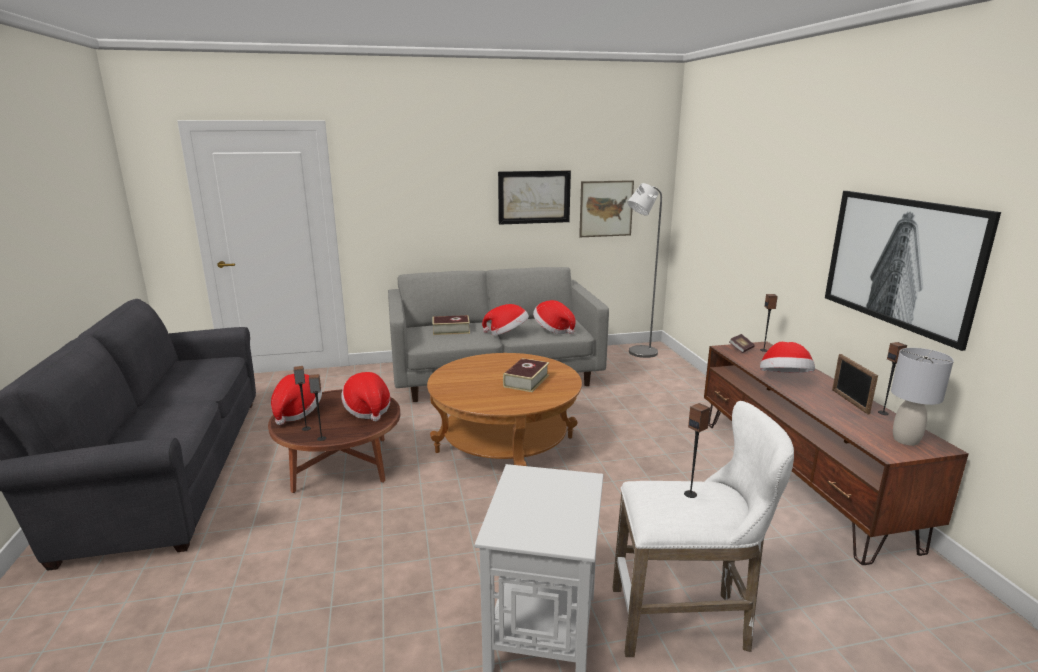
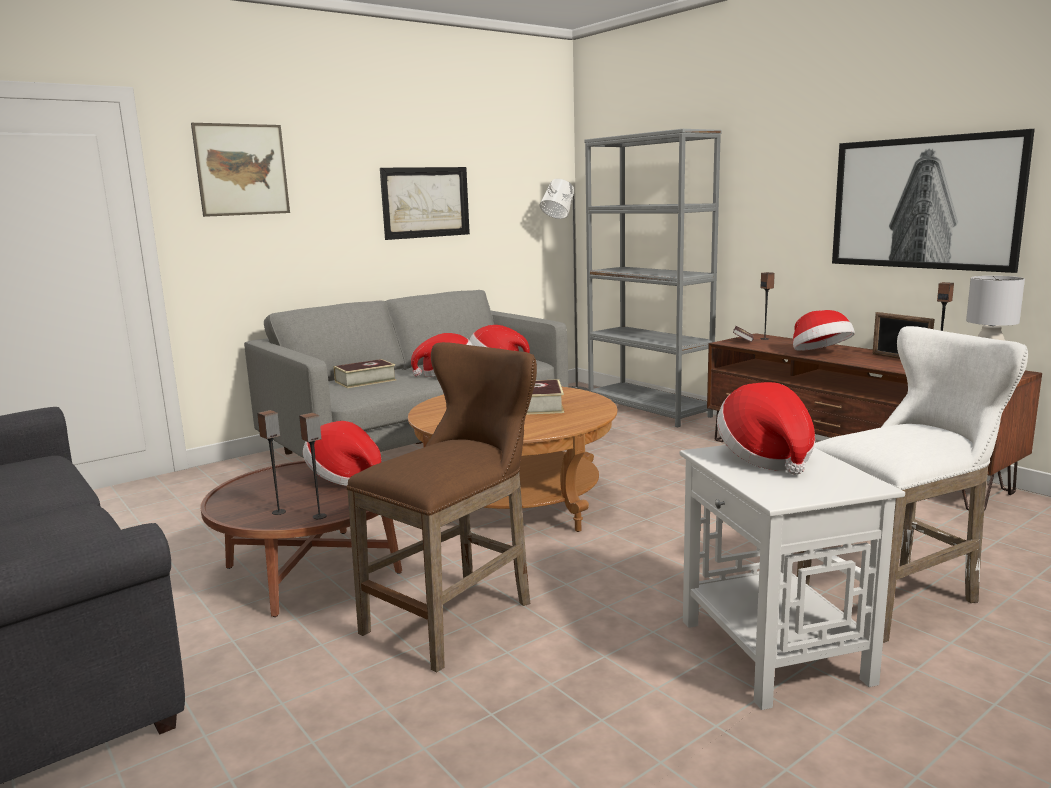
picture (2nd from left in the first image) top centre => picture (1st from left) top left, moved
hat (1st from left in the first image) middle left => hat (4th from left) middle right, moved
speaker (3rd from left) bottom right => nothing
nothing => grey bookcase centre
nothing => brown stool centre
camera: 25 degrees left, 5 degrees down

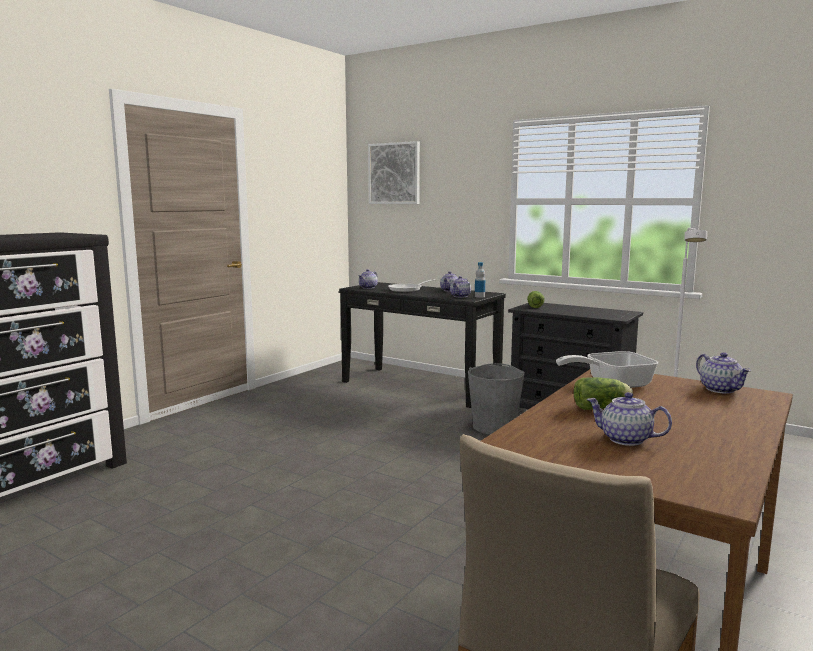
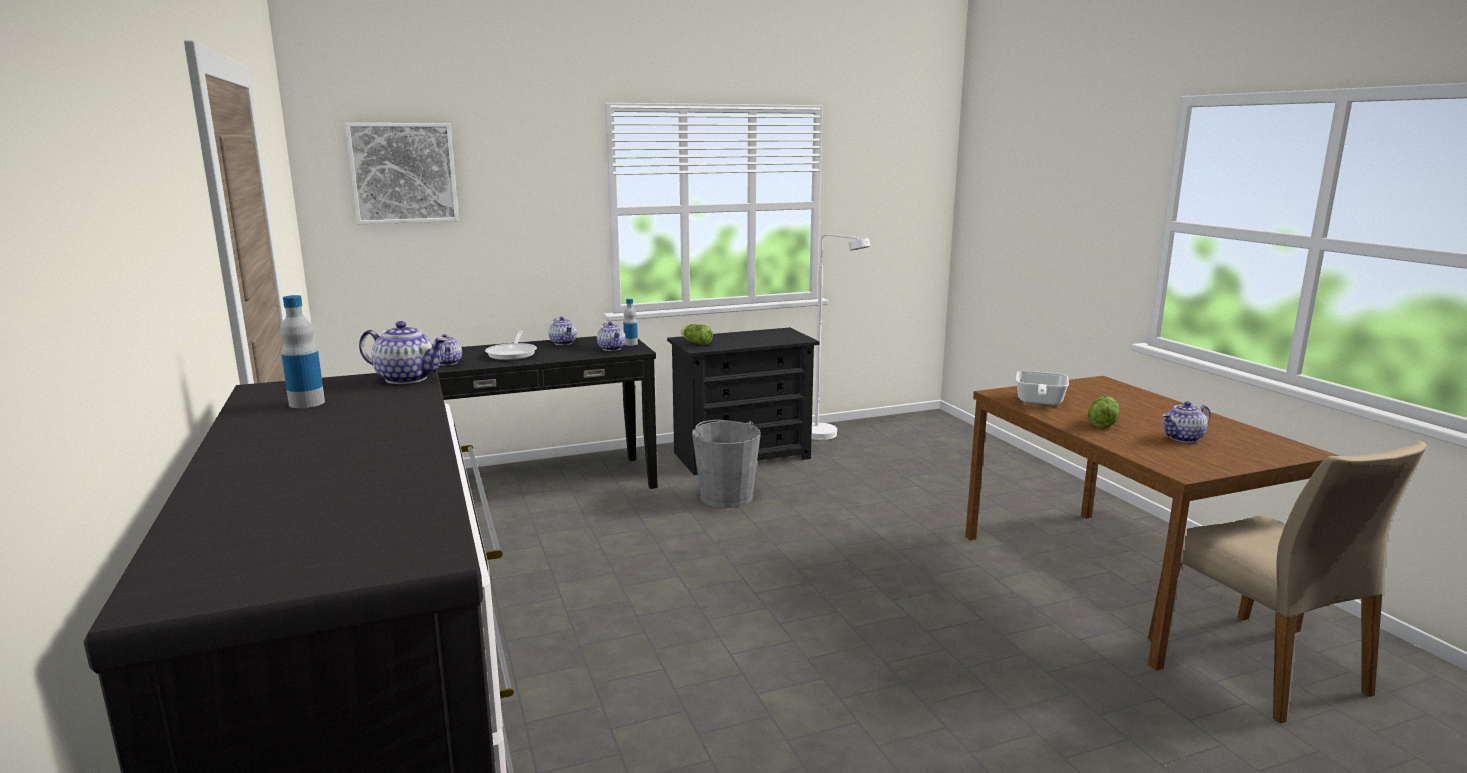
teapot (5th from left in the first image) middle right => teapot (1st from left) middle left, moved
nothing => bottle (1st from left) middle left
camera: 55 degrees left, 5 degrees up

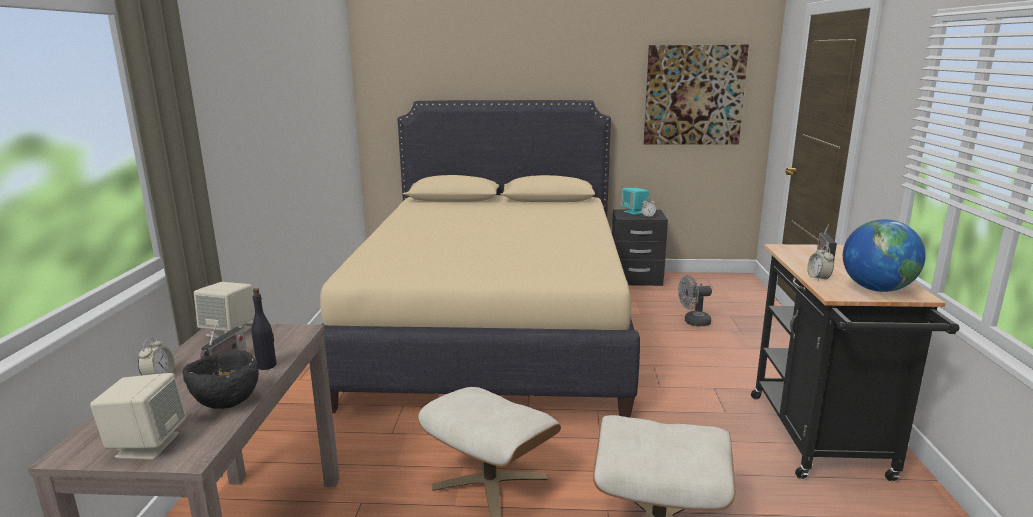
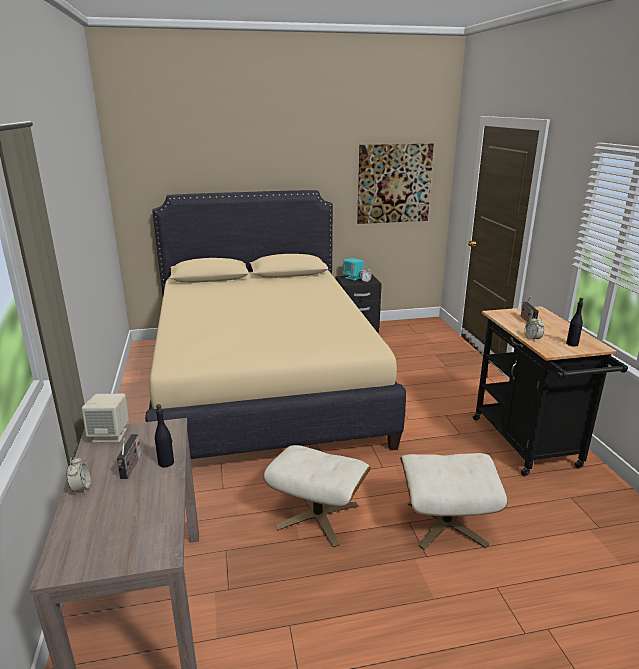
globe middle right => black bottle (2nd from left) middle right
grey fan middle right => nothing
black bowl bottom left => nothing
beige speaker (1st from left) bottom left => nothing
camera: 15 degrees left, 5 degrees up

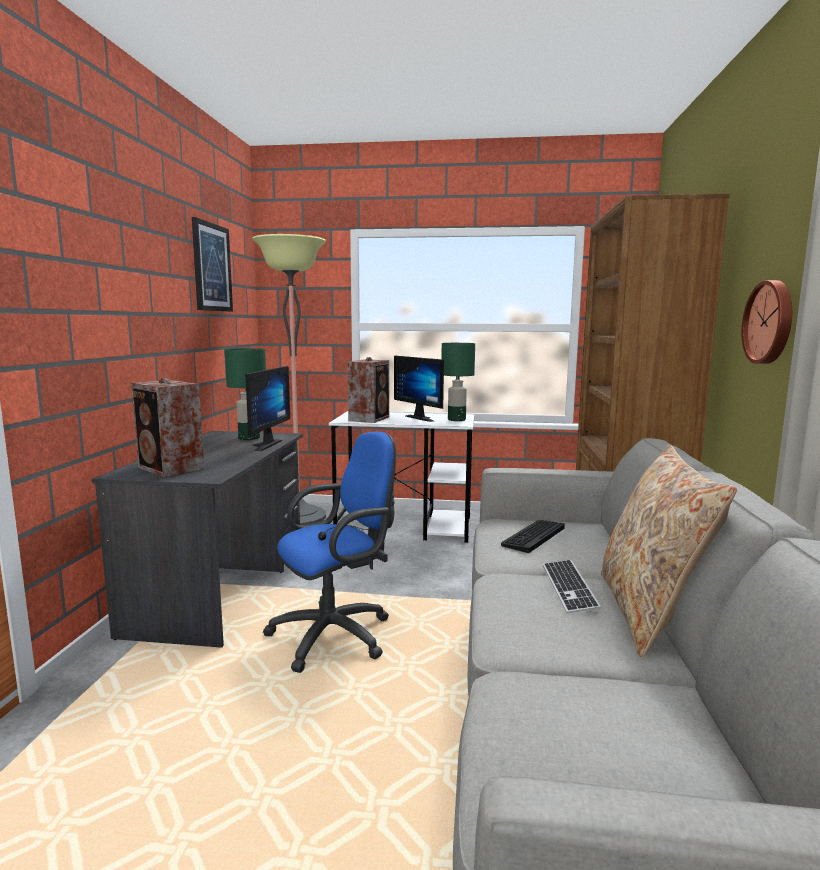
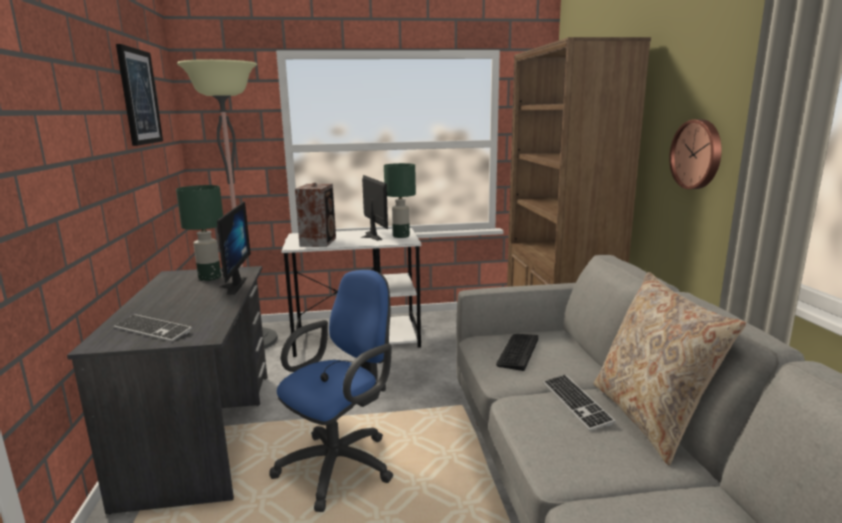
monitor (2nd from left) centre, 150 degrees counterclockwise
speaker (1st from left) middle left => keyboard (1st from left) middle left
camera: 15 degrees left, 5 degrees up

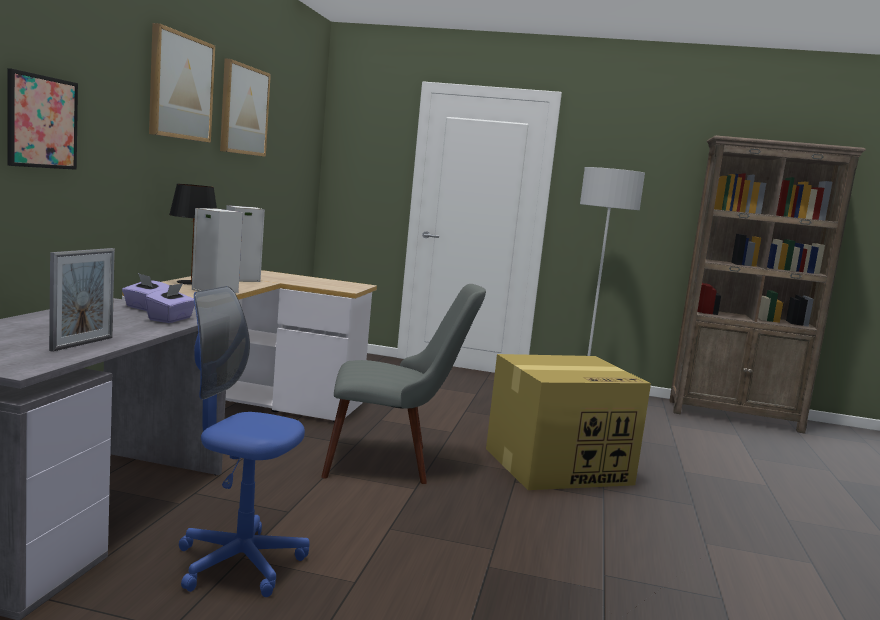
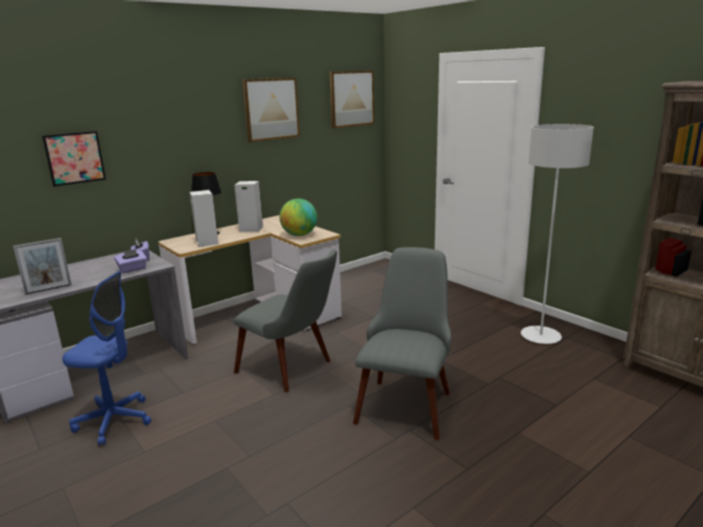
picture (2nd from left in the first image) top left => picture (3rd from left) top centre, moved
blue office chair bottom left, 135 degrees clockwise
cardboard box bottom centre => grey chair (2nd from left) centre
nothing => globe centre
camera: 40 degrees right, 10 degrees up

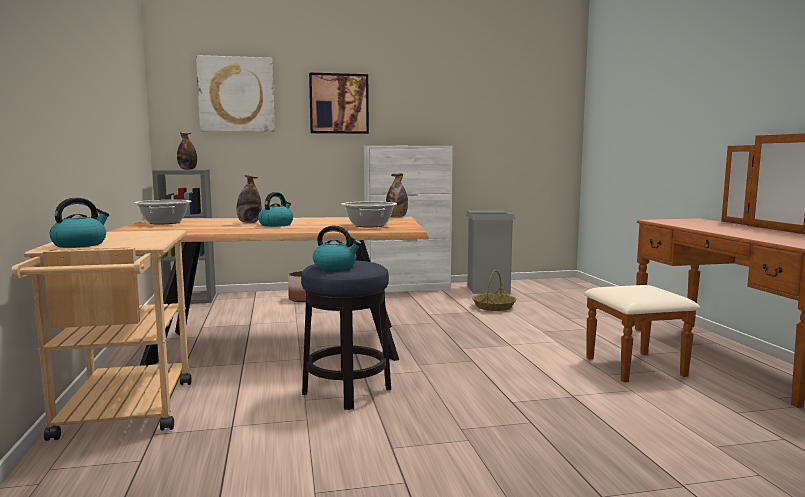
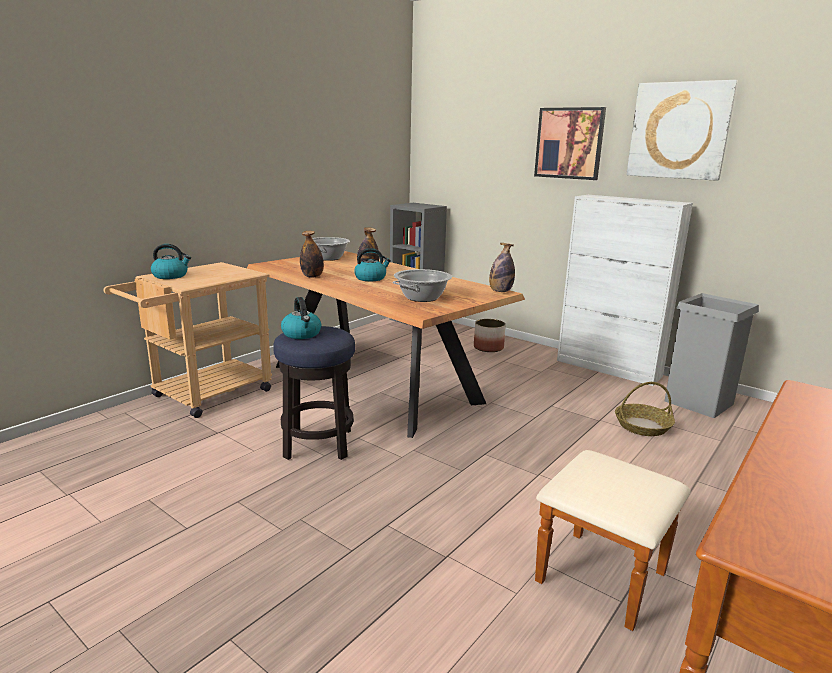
picture (1st from left in the first image) top left => picture (2nd from left) top right, moved
bottle (1st from left) top left => bottle (1st from left) centre, moved
camera: 50 degrees right, 10 degrees up

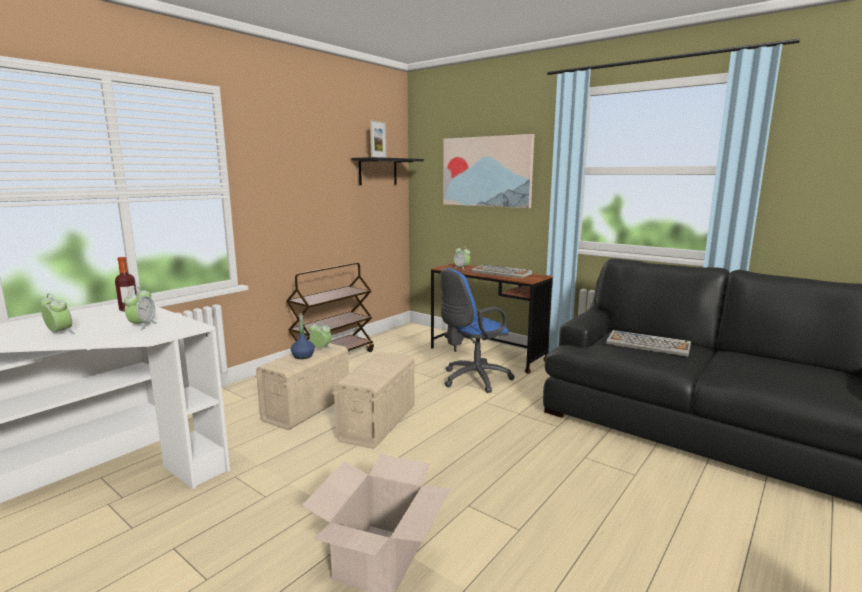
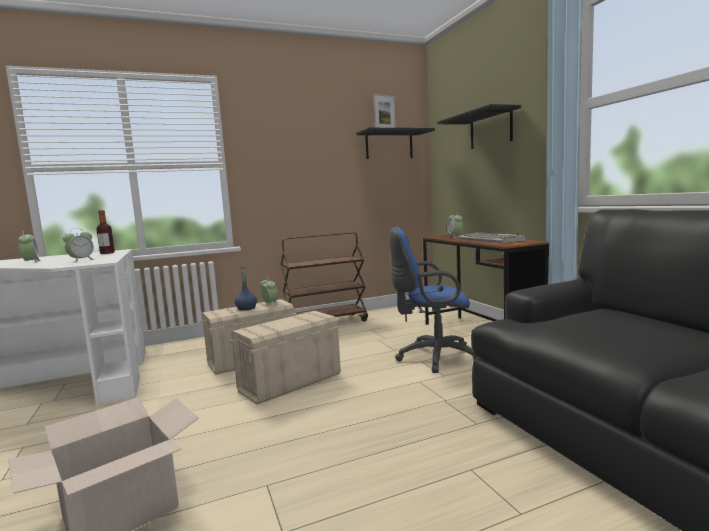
picture top centre => black shelf (2nd from left) top right
keyboard (2nd from left) middle right => nothing
camera: 30 degrees right, 5 degrees down

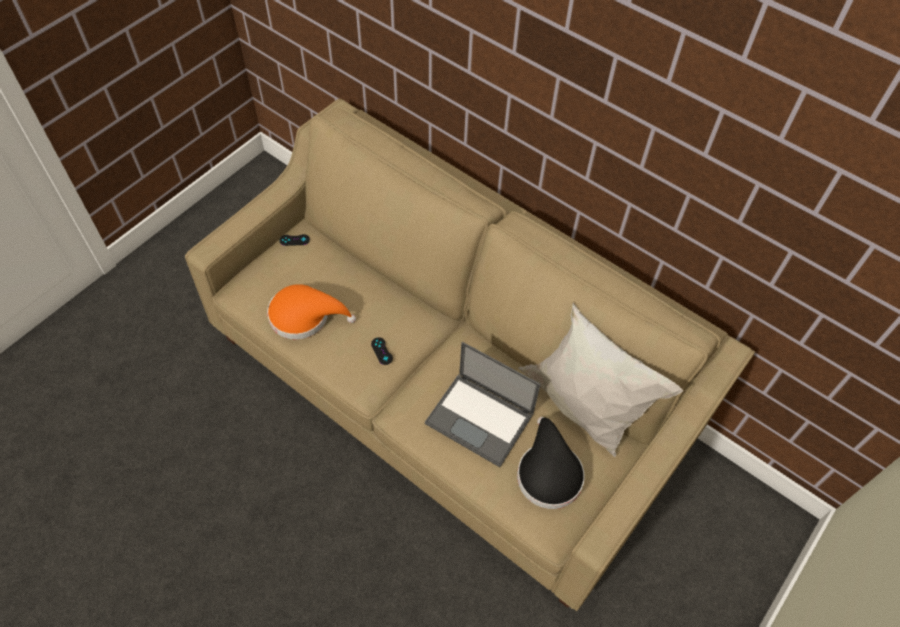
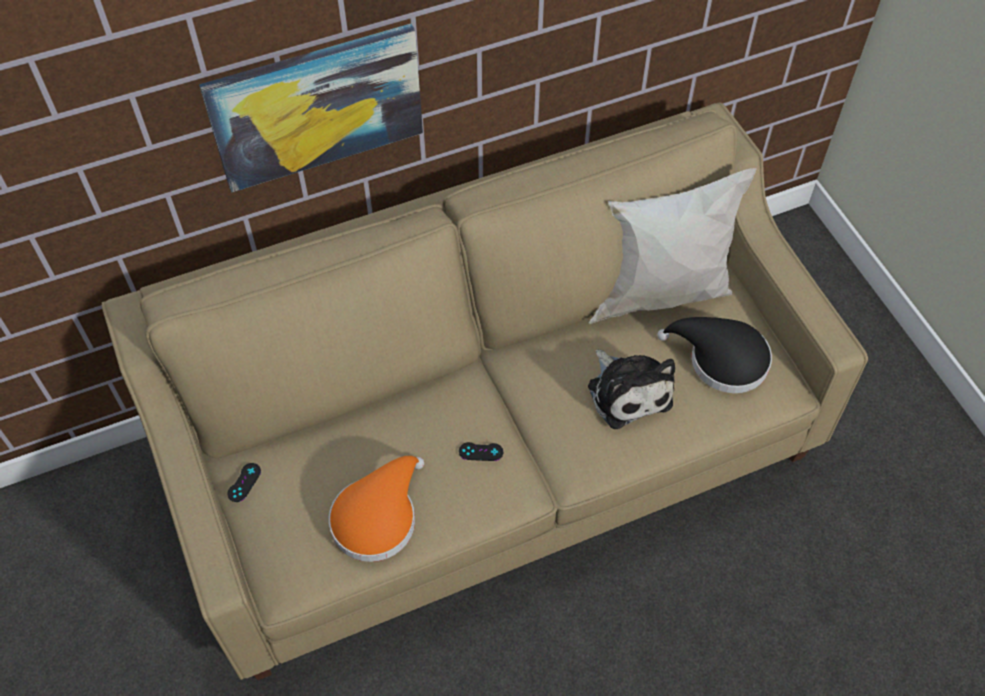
laptop centre => plush toy centre
nothing => picture top left
camera: 60 degrees left, 0 degrees up

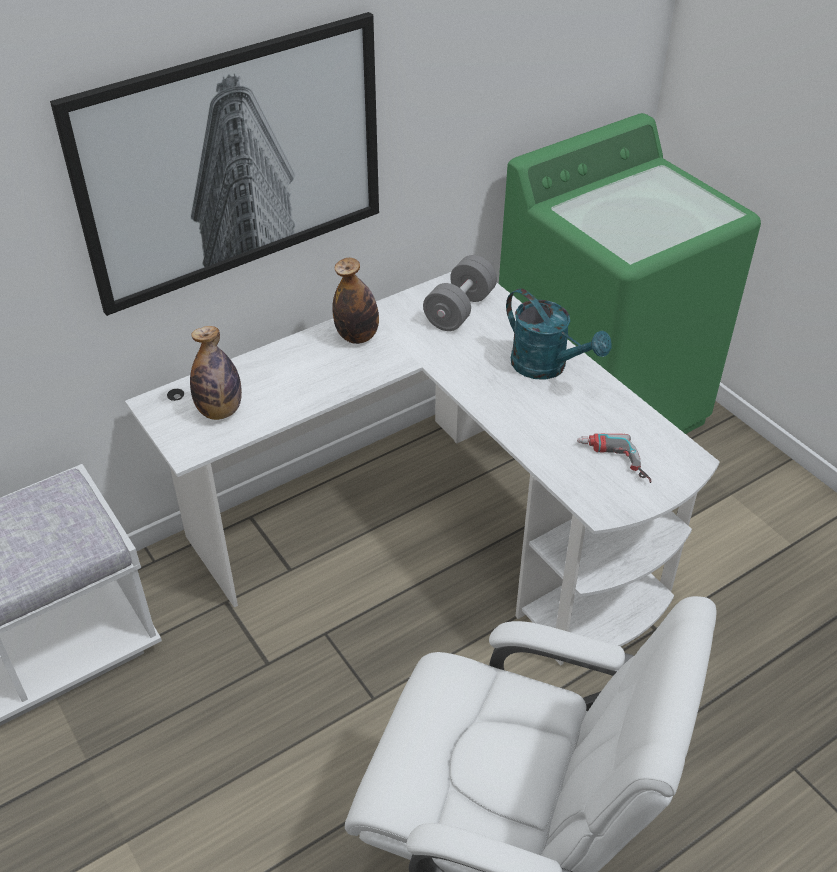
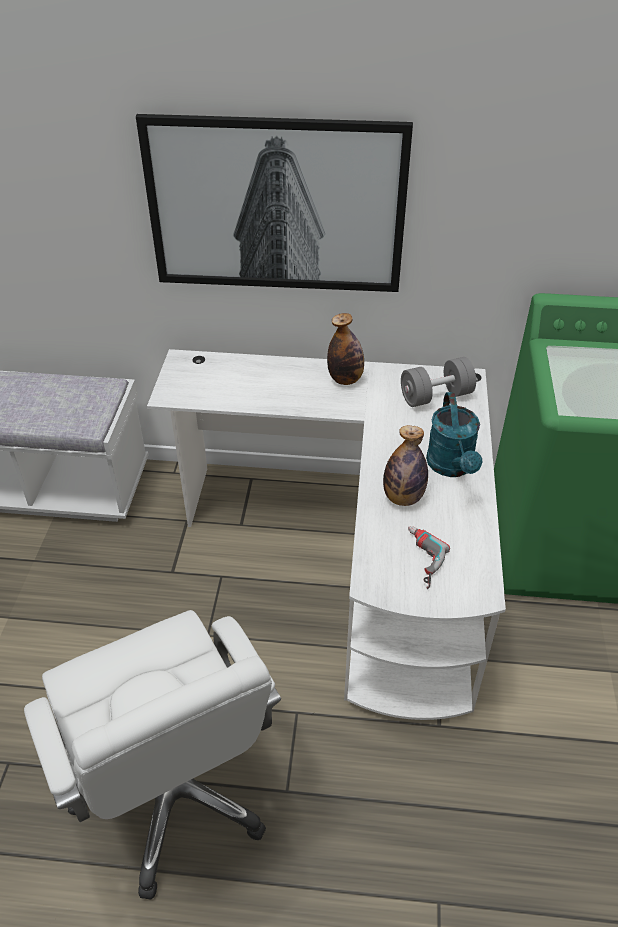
bottle (1st from left in the first image) middle left => bottle (2nd from left) centre, moved
camera: 40 degrees right, 0 degrees up

